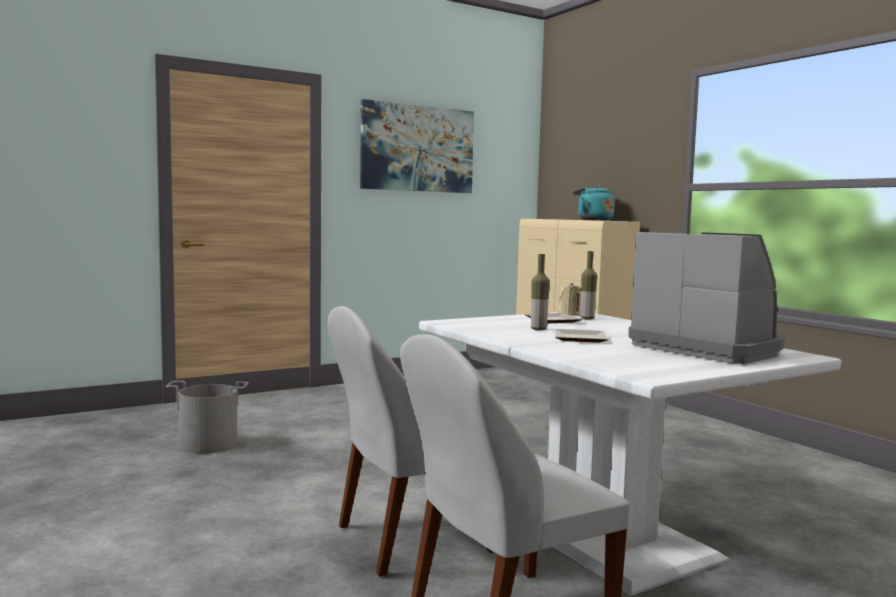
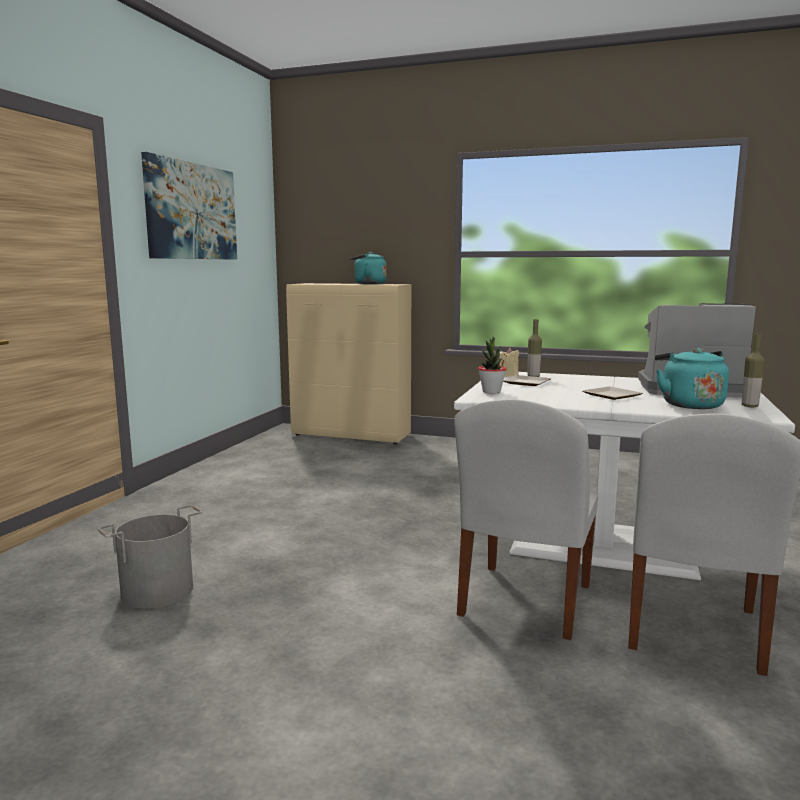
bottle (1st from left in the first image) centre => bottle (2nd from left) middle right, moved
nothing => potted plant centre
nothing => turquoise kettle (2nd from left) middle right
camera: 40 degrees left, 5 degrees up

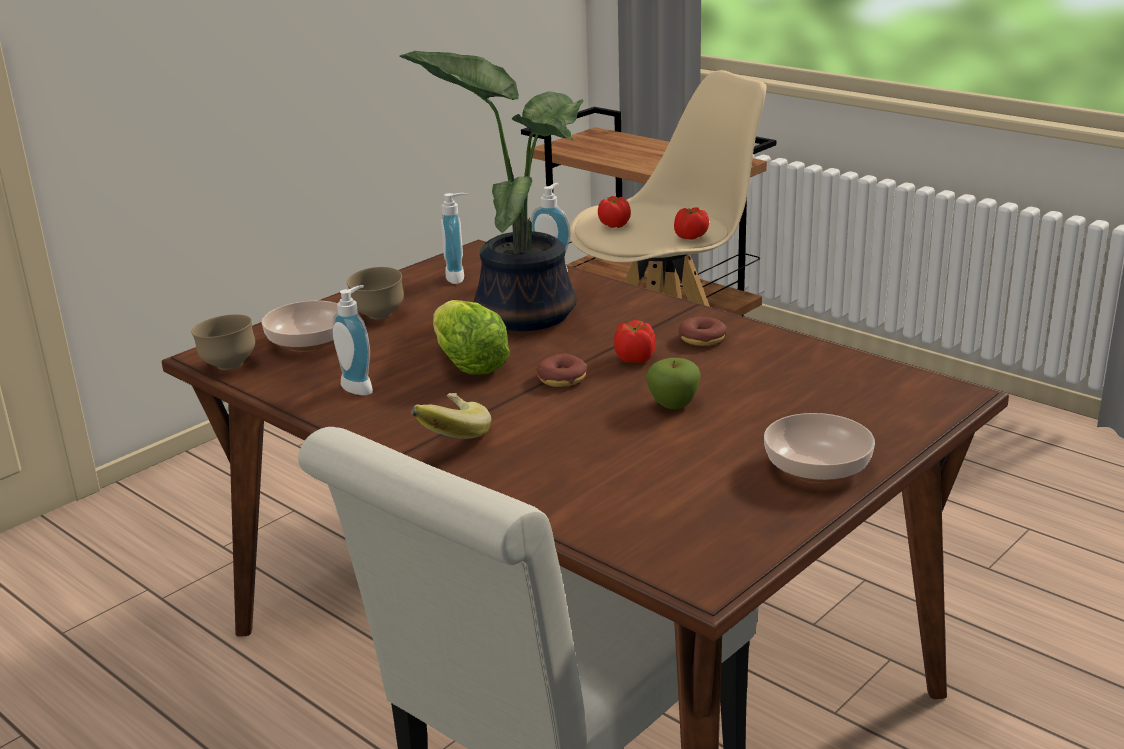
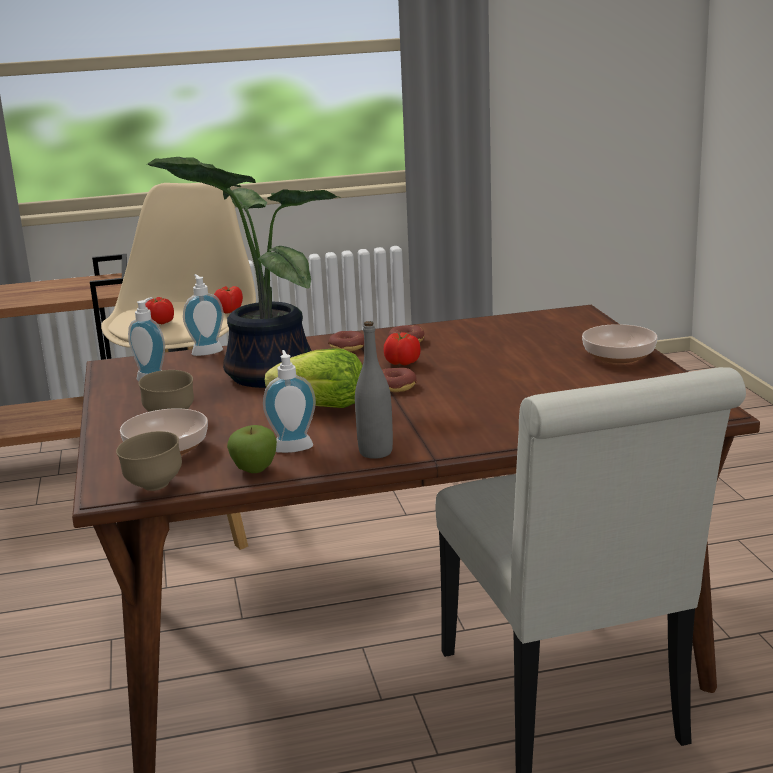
apple centre => apple middle left, moved
banana centre => nothing
nothing => grey bottle centre
nothing => donut (1st from left) centre
camera: 55 degrees left, 5 degrees down

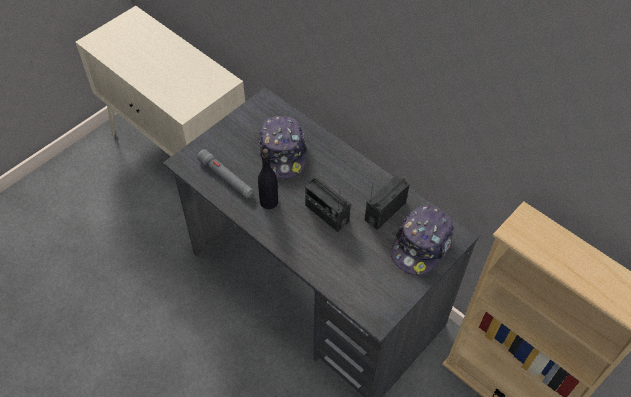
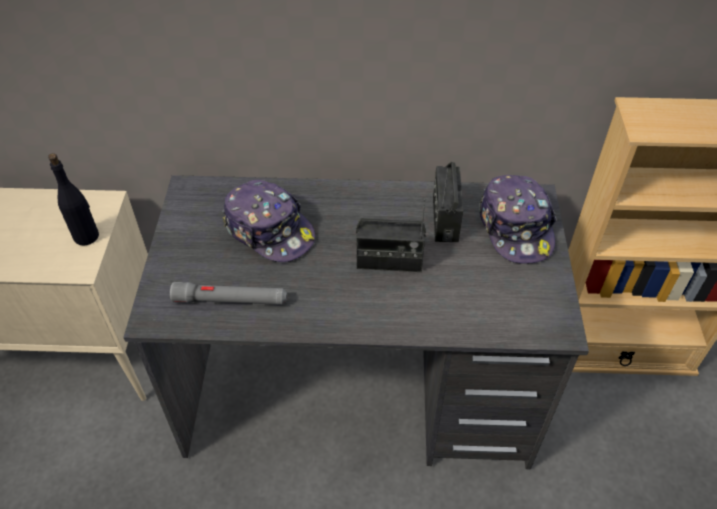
black bottle centre => black bottle middle left, moved
camera: 40 degrees left, 5 degrees down

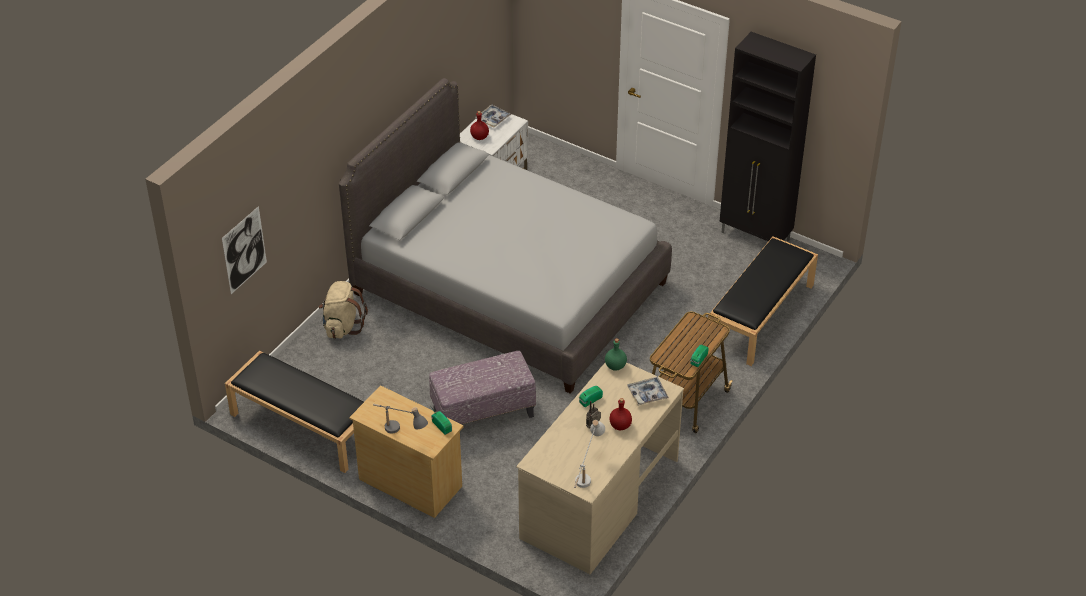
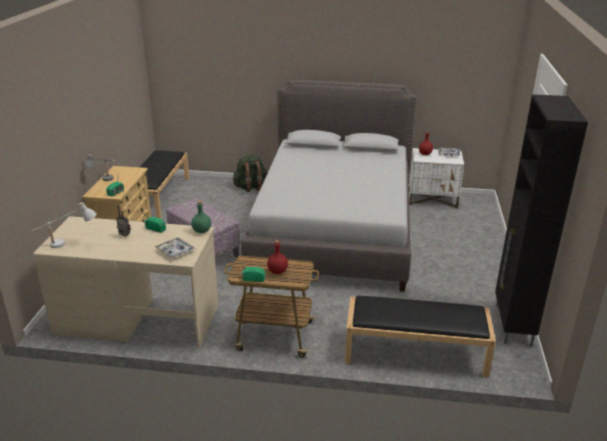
picture middle left => nothing
beige backpack middle left => green backpack centre
red bottle (2nd from left in the first image) bottom centre => red bottle (1st from left) centre, moved
camera: 65 degrees right, 15 degrees down

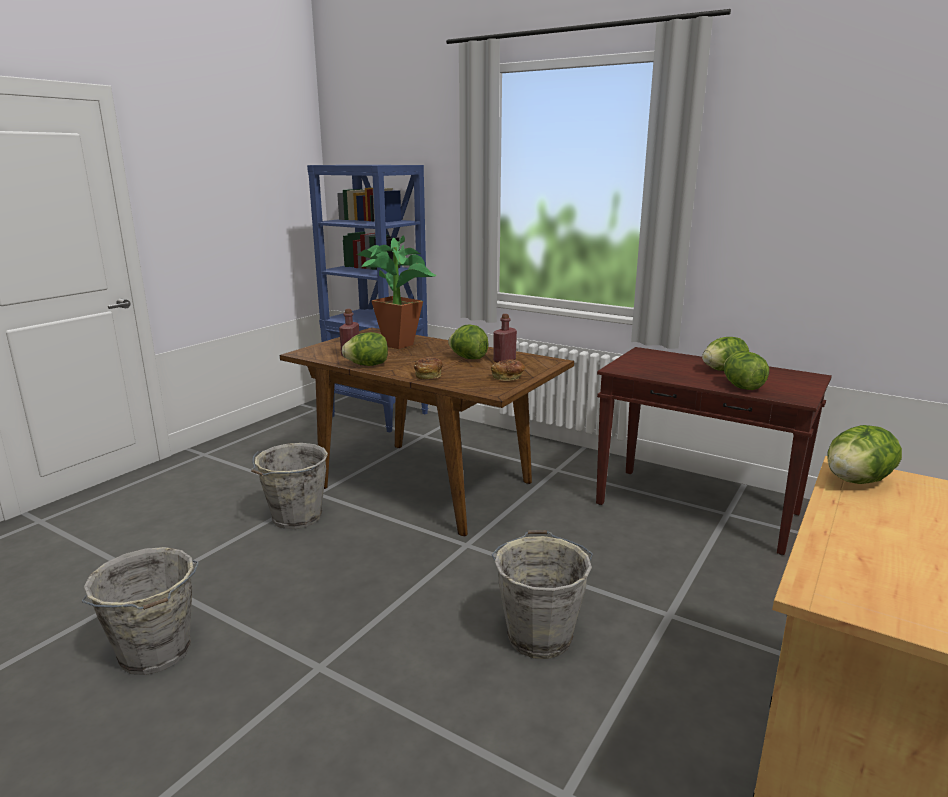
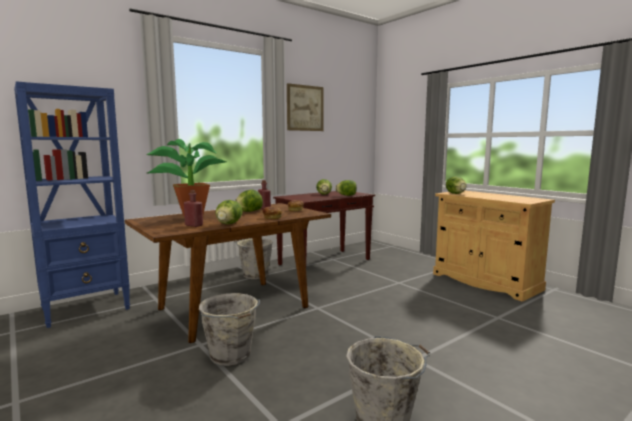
grey bucket (3rd from left in the first image) bottom centre => grey bucket (2nd from left) centre, moved
nothing => picture top centre
camera: 70 degrees left, 10 degrees down

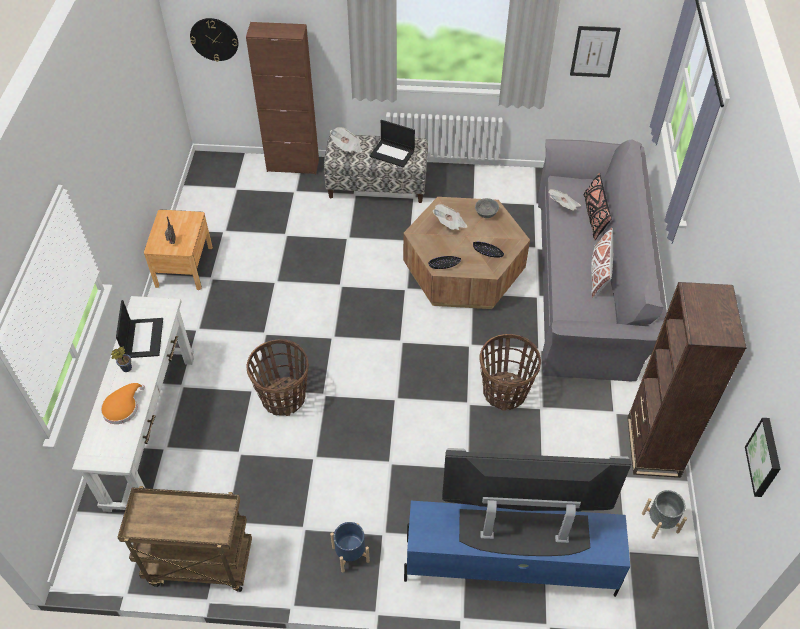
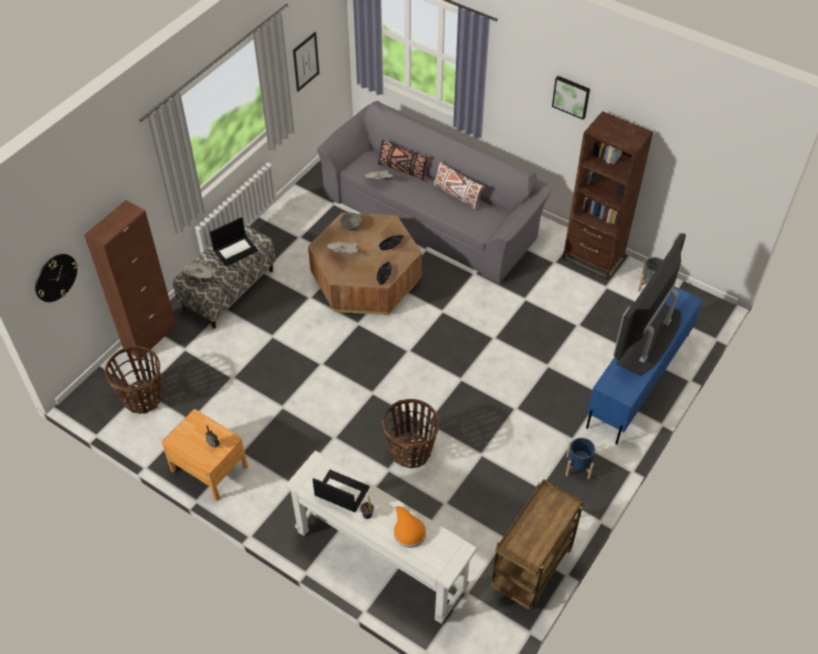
basket (2nd from left in the first image) centre => basket (1st from left) middle left, moved
picture (2nd from left) bottom right => picture (2nd from left) top right, moved
camera: 60 degrees left, 0 degrees up

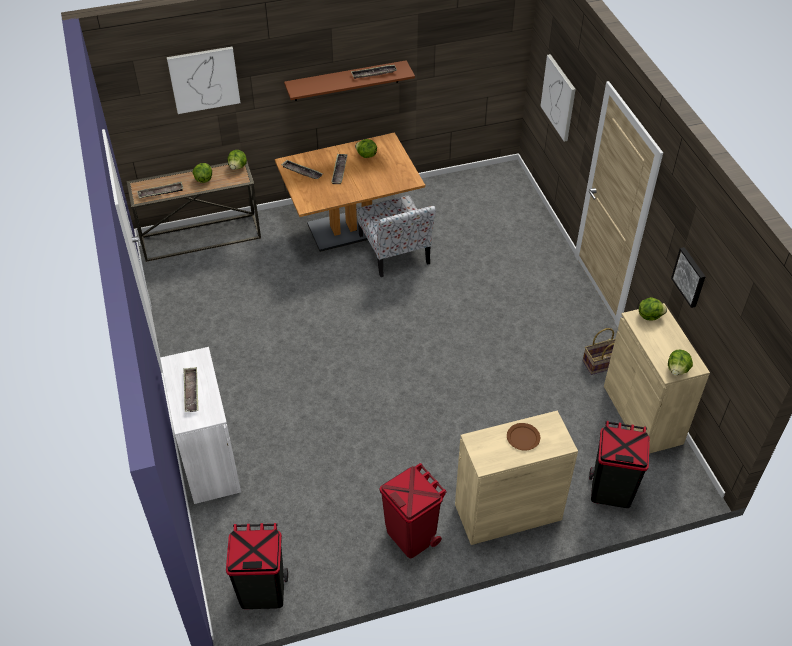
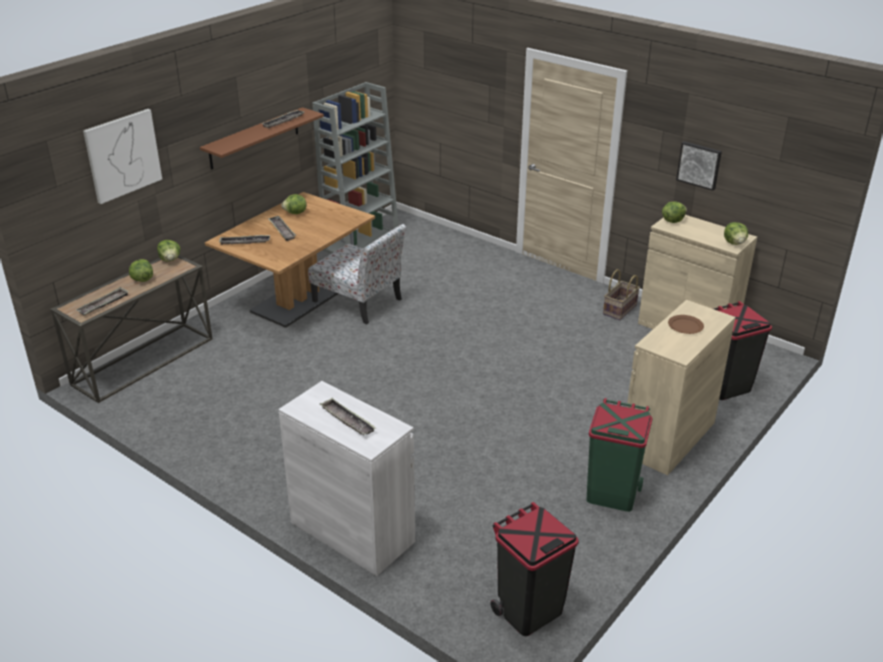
picture (2nd from left) top right => nothing
red trash can bottom centre => green trash can bottom right
nothing => grey bookcase top centre
camera: 35 degrees left, 15 degrees down

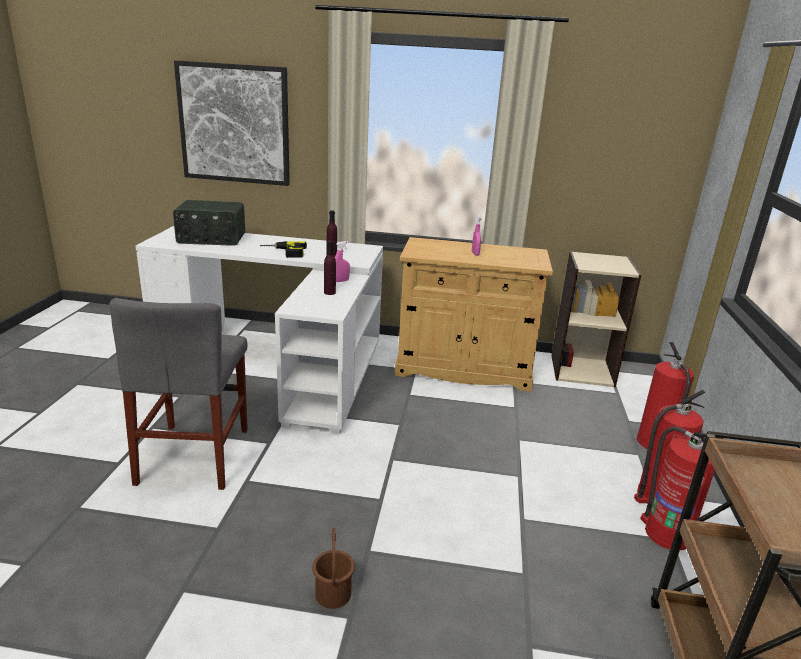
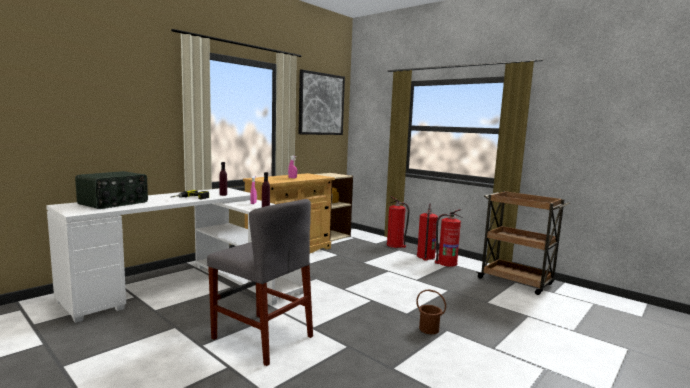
picture top left => picture top centre, moved
camera: 55 degrees left, 15 degrees down

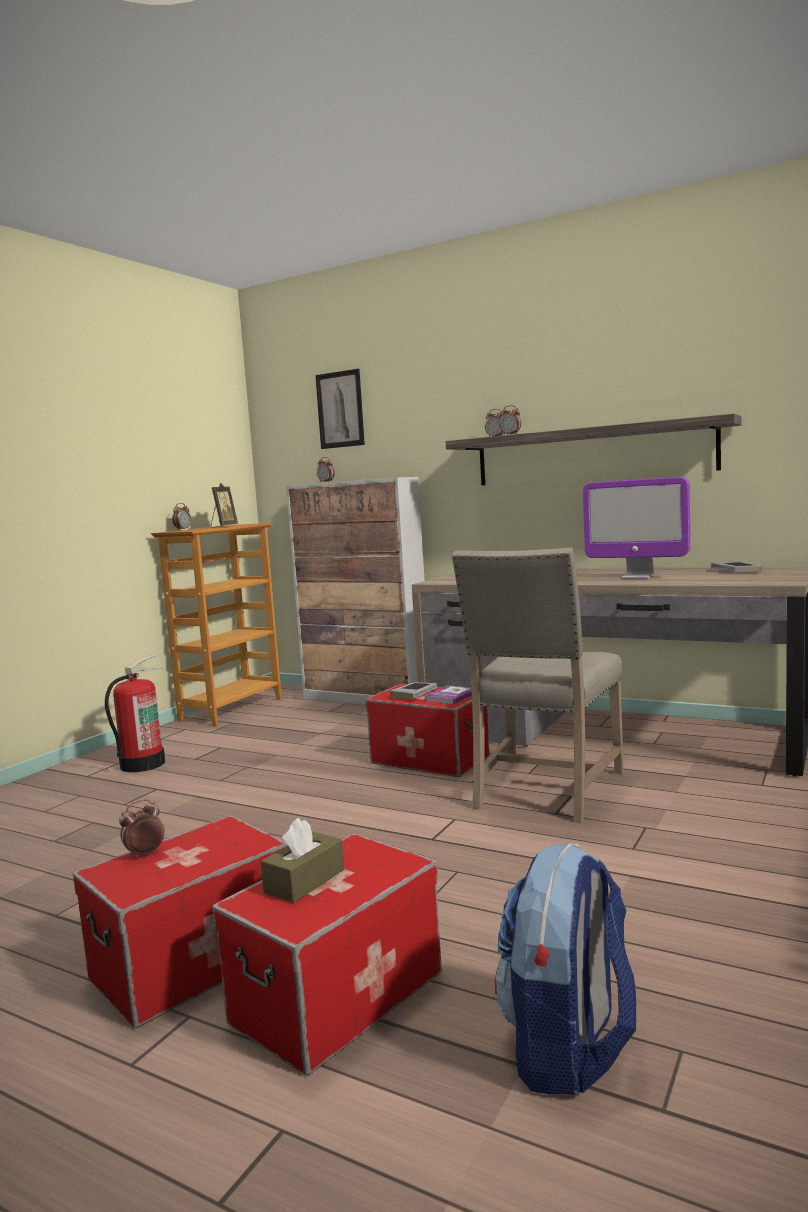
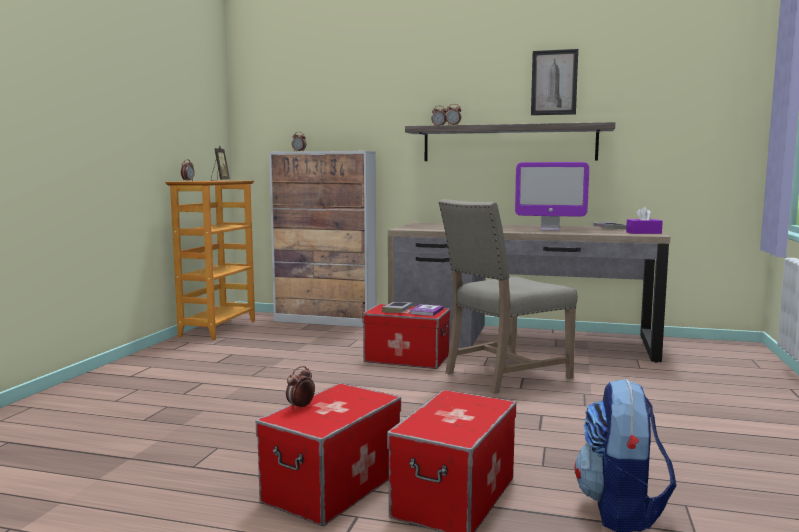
picture centre => picture top right, moved
beige chair centre, 45 degrees clockwise
fire extinguisher middle left => nothing
brown tissue box bottom centre => nothing
nothing => purple tissue box middle right
camera: 15 degrees left, 0 degrees up

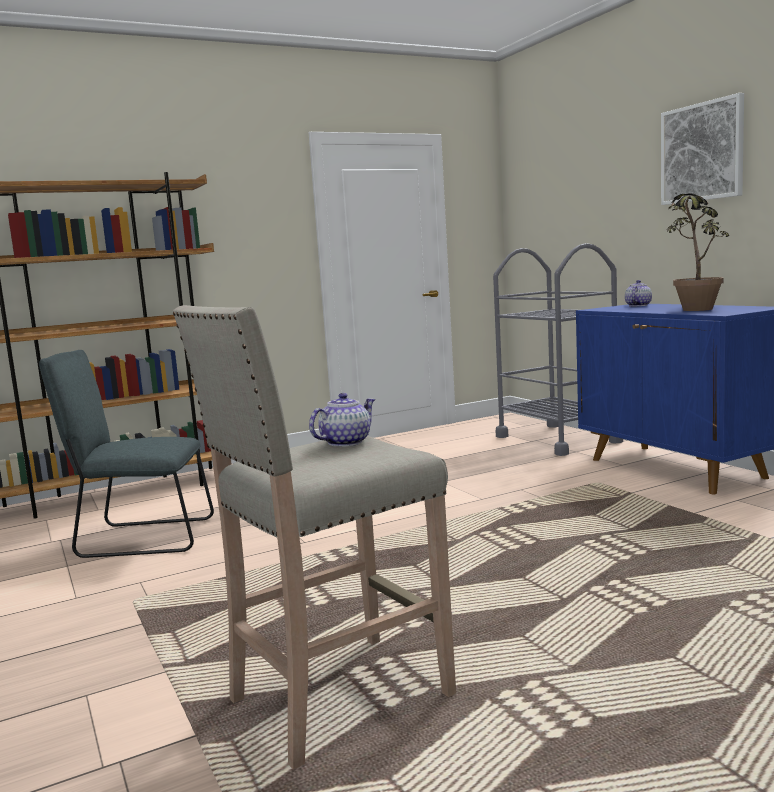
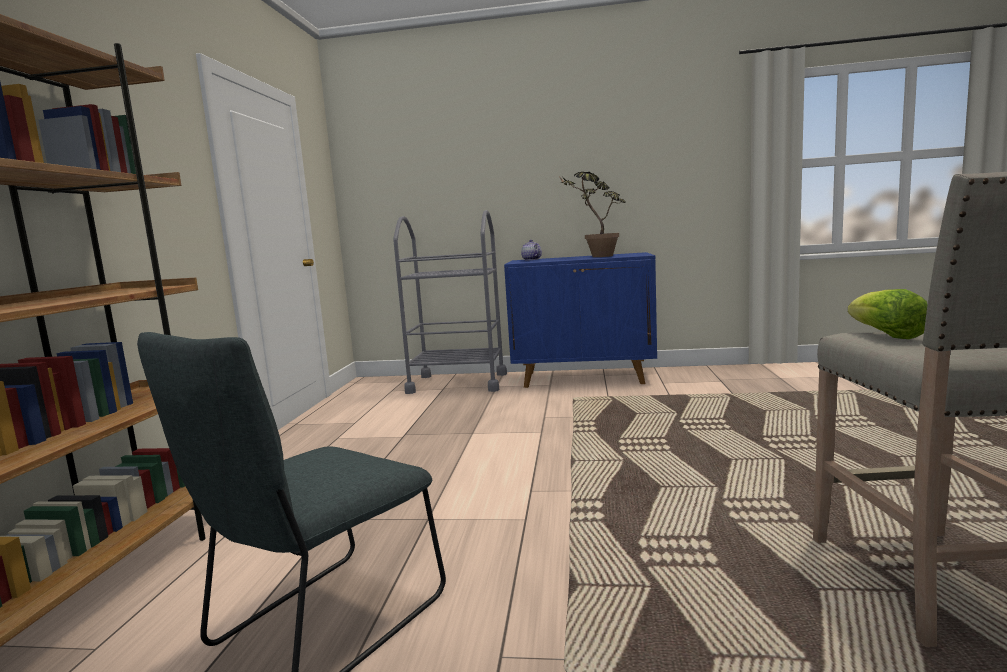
picture top right => nothing
teapot (1st from left) centre => lettuce middle right
camera: 55 degrees left, 0 degrees up

